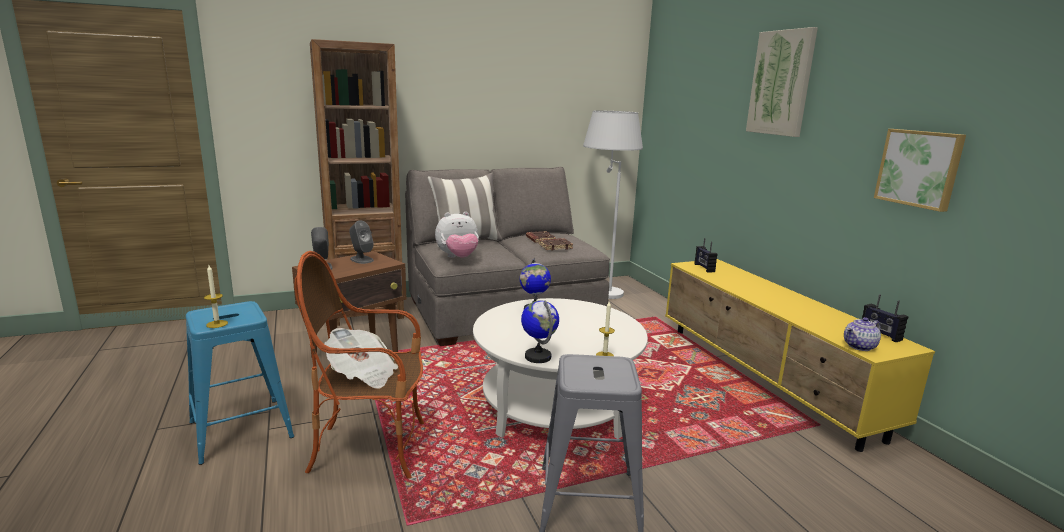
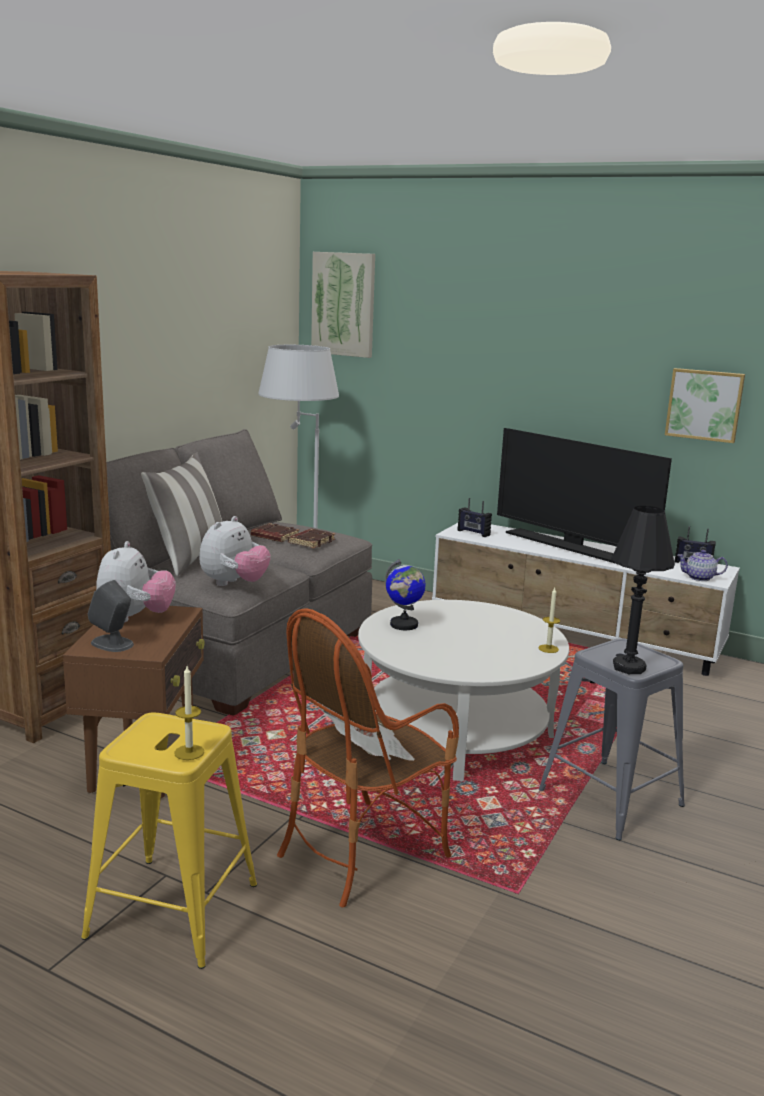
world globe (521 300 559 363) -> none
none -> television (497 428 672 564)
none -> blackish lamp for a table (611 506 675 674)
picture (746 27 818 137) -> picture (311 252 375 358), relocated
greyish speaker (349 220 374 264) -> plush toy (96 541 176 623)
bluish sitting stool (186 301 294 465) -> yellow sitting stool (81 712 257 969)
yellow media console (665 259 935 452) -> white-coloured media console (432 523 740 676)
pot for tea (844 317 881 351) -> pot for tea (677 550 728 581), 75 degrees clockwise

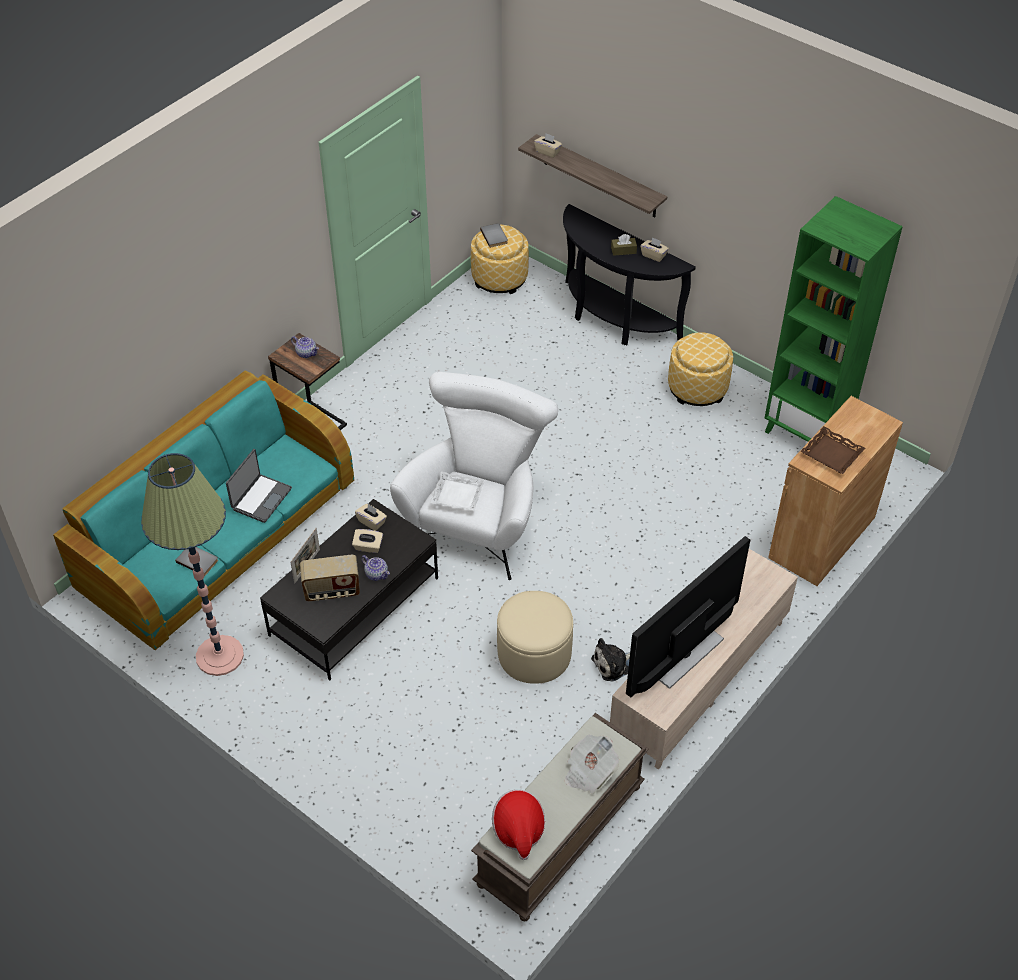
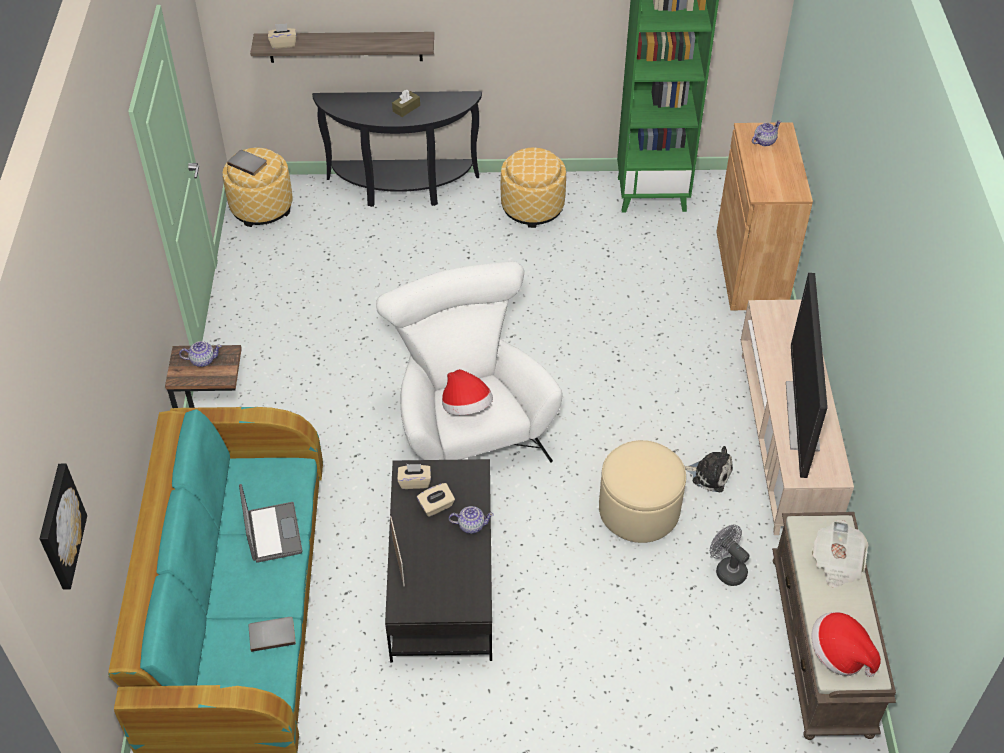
standing lamp (141 453 244 676) -> none
radio (300 555 360 601) -> none
beige-coloured box of tissues (641 237 669 262) -> none
brown-coloured carrying tray (801 426 866 474) -> none
none -> picture (40 464 87 589)
none -> greyish fan (710 525 749 586)
none -> pot for tea (752 121 781 146)
white-coloured carrying tray (429 472 485 511) -> clothing hat (442 369 493 415)
plush toy (591 638 630 682) -> plush toy (684 446 733 492), 90 degrees counterclockwise

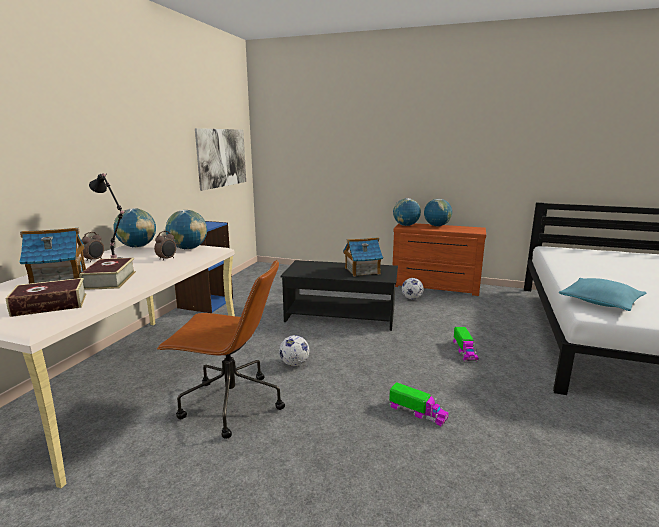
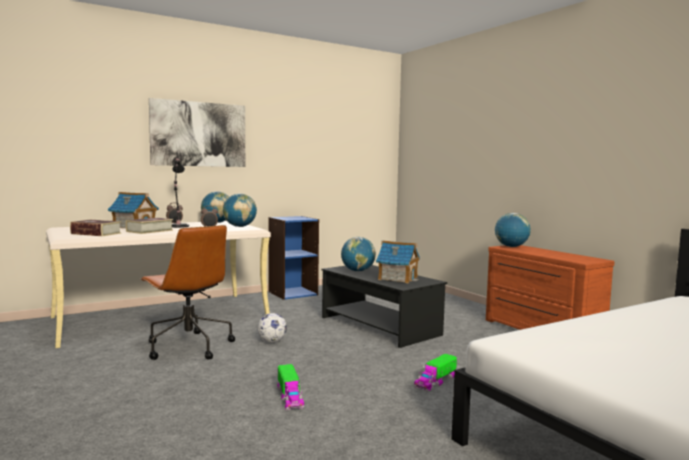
ball for football (402 278 424 299) -> none
blue-green throw pillow (559 278 647 311) -> none
picture (195 128 246 191) -> picture (149 98 245 167), relocated
world globe (424 199 452 226) -> world globe (341 237 376 272), relocated

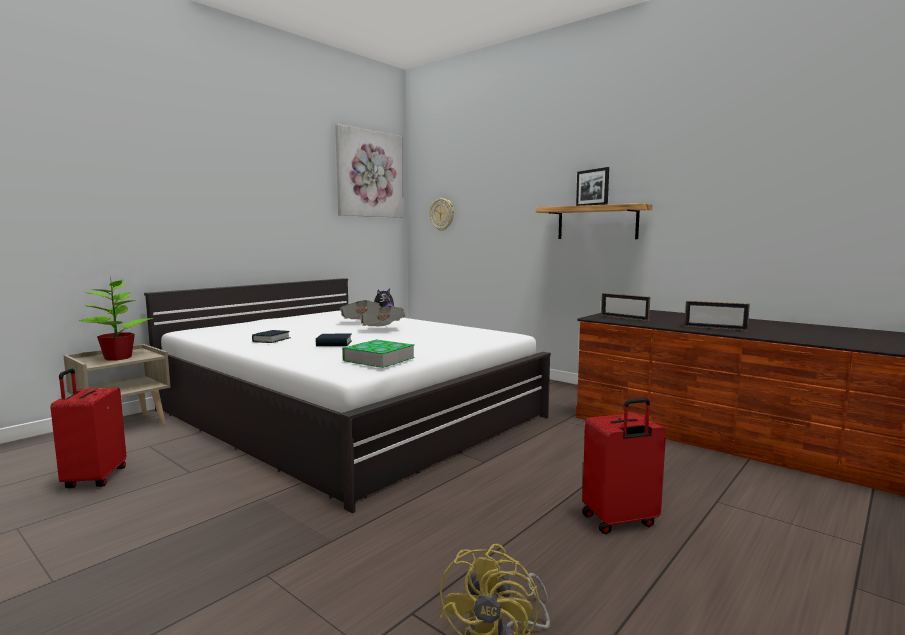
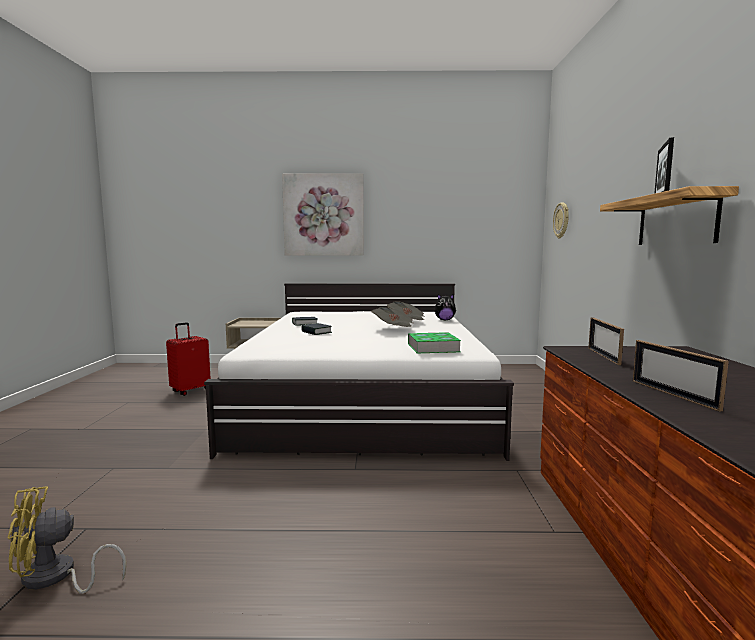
plant in a pot (79 276 154 361) -> none
red piece of luggage (582 398 666 534) -> none
picture (335 124 404 218) -> picture (282 173 364 256), relocated
bound book (342 339 415 368) -> bound book (408 332 461 353), relocated

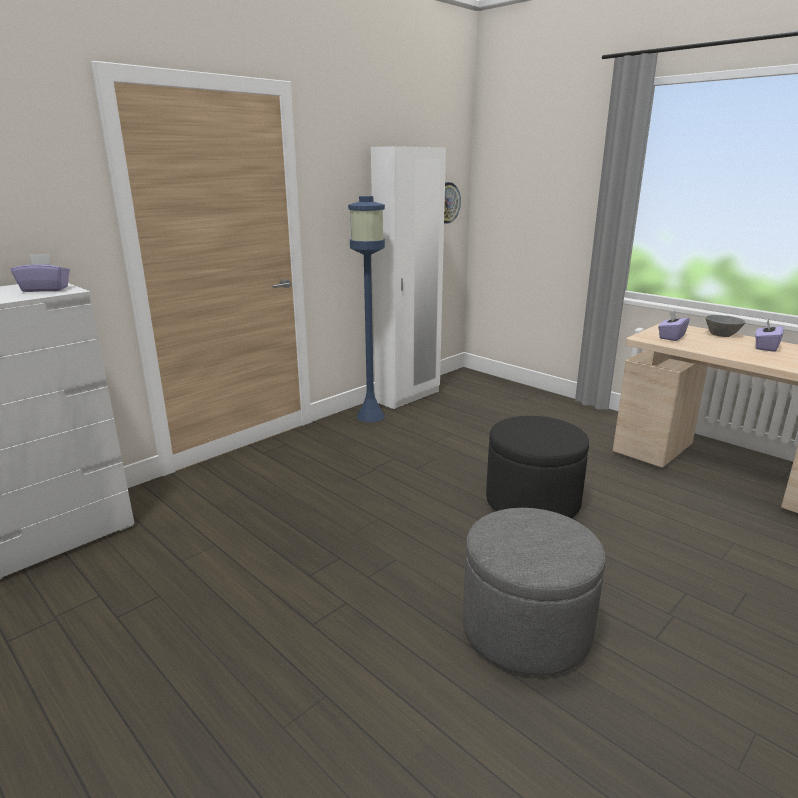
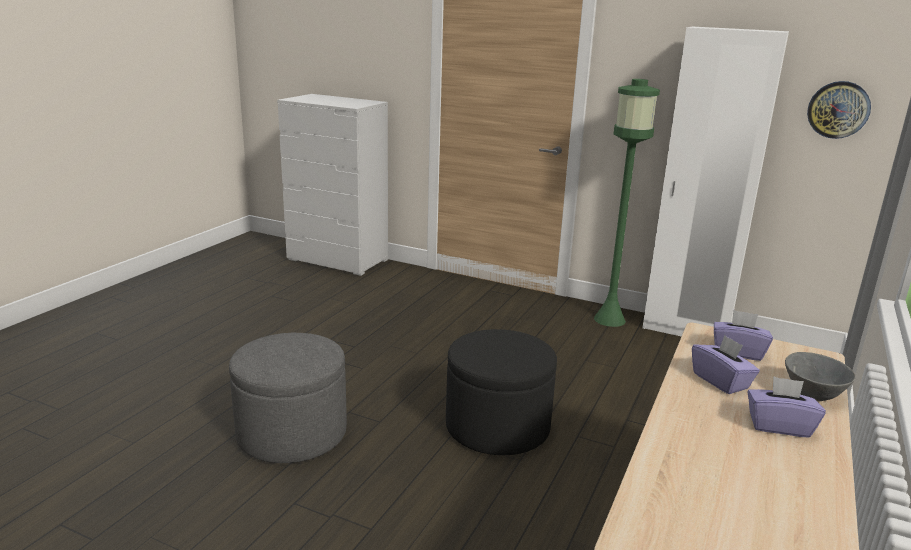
purple box of tissues (11 254 70 292) -> purple box of tissues (692 335 760 394), relocated
bluish standing lamp (348 196 385 422) -> green-coloured standing lamp (594 79 660 327)

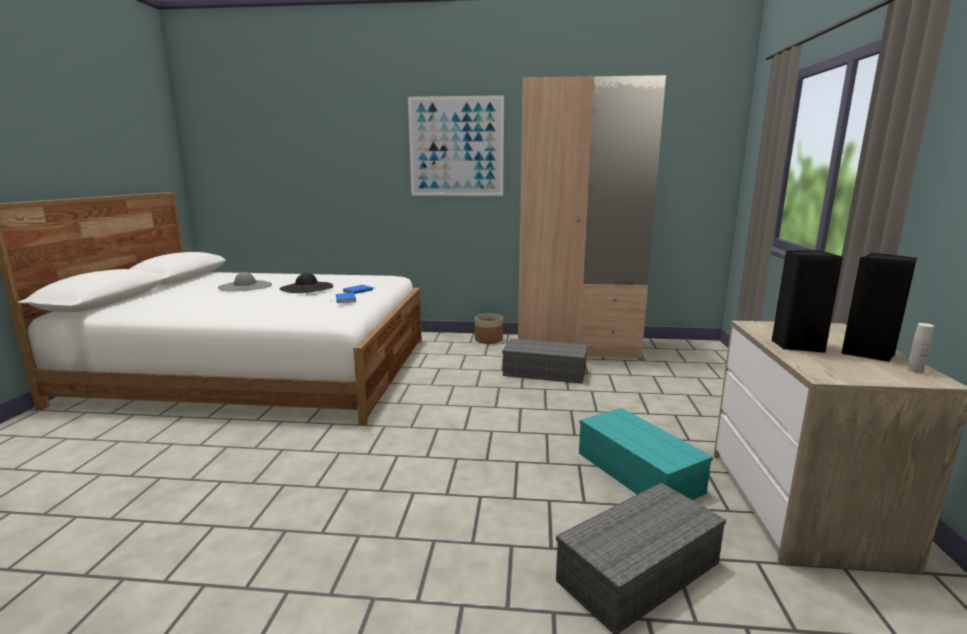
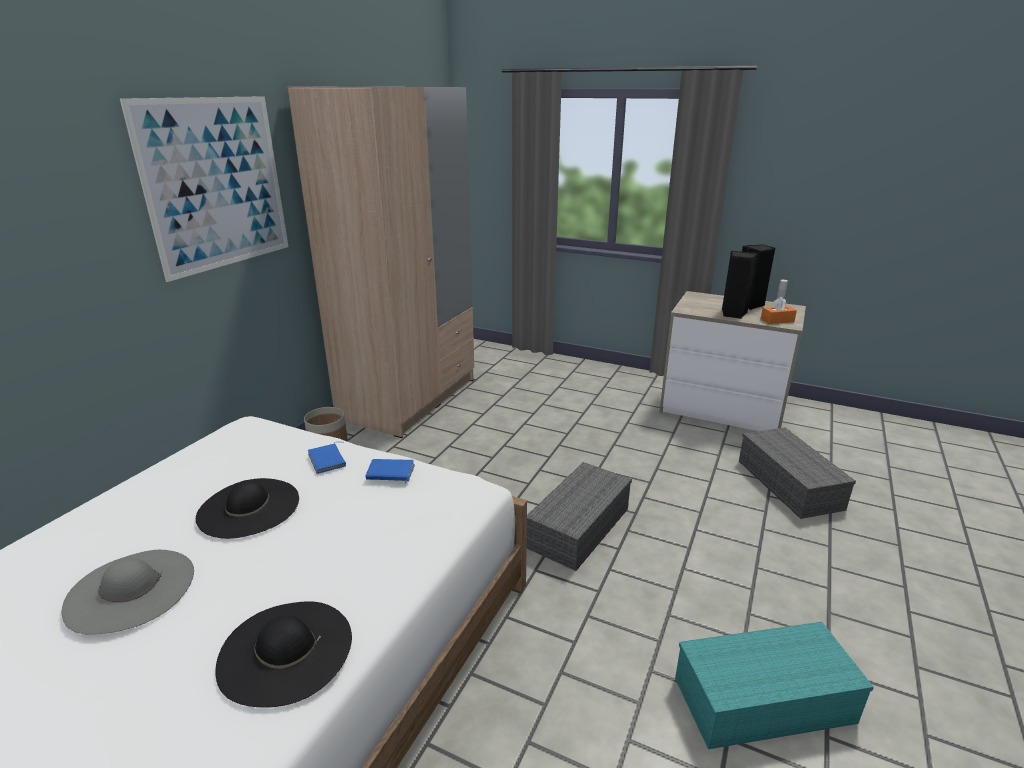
none -> blackish clothing hat (215 601 352 707)
none -> orange box of tissues (761 297 797 324)
greyish storage bin (502 338 588 384) -> greyish storage bin (527 462 632 571), relocated
blue-green storage bin (579 408 713 500) -> blue-green storage bin (675 622 874 749), relocated

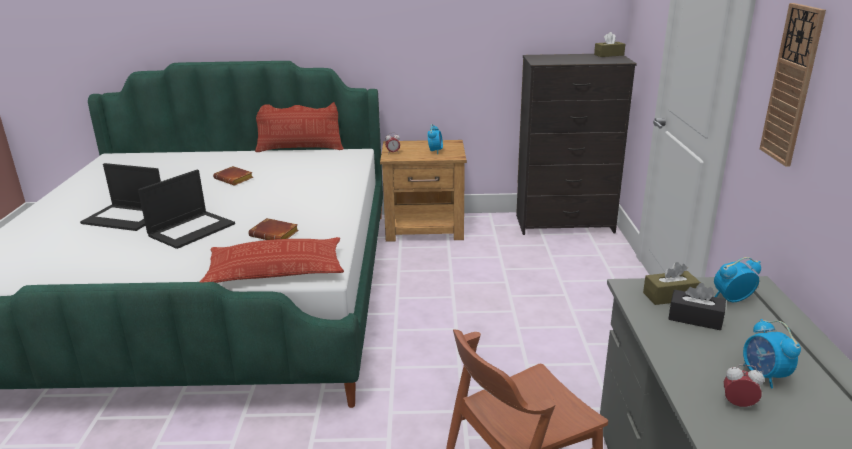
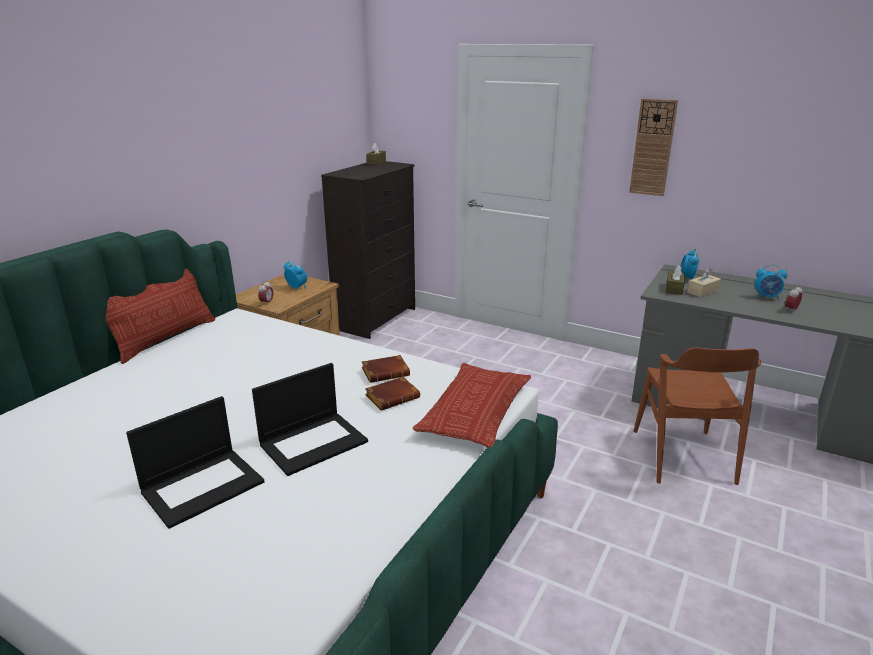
brown-coloured bound book (213 166 253 186) -> brown-coloured bound book (362 355 410 383), relocated
blackish box of tissues (668 283 726 330) -> beige-coloured box of tissues (687 268 721 297)
laptop (138 170 235 249) -> laptop (252 363 368 476), 75 degrees clockwise

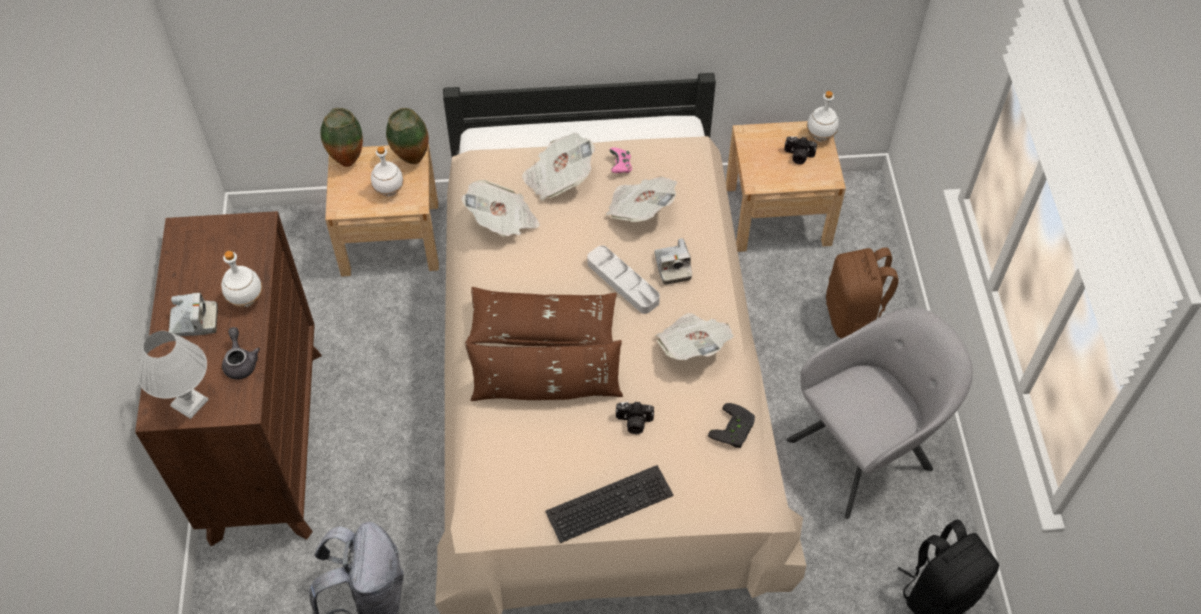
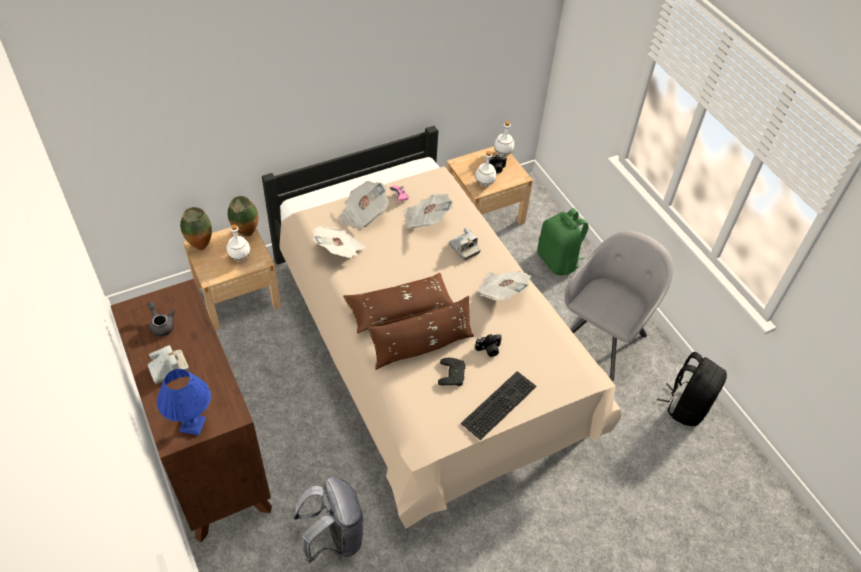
greyish carrying tray (587 245 660 314) -> none
white-coloured bottle (221 251 263 307) -> white-coloured bottle (475 151 496 187), relocated
greyish pot for tea (222 327 260 380) -> greyish pot for tea (147 302 175 336), relocated
blackish joypad (708 403 755 448) -> blackish joypad (438 358 465 386), relocated
white-coloured lamp for a table (137 331 209 419) -> bluish lamp for a table (157 369 211 435)
brown-coloured rucksack (826 247 899 339) -> green-coloured rucksack (537 208 589 276)

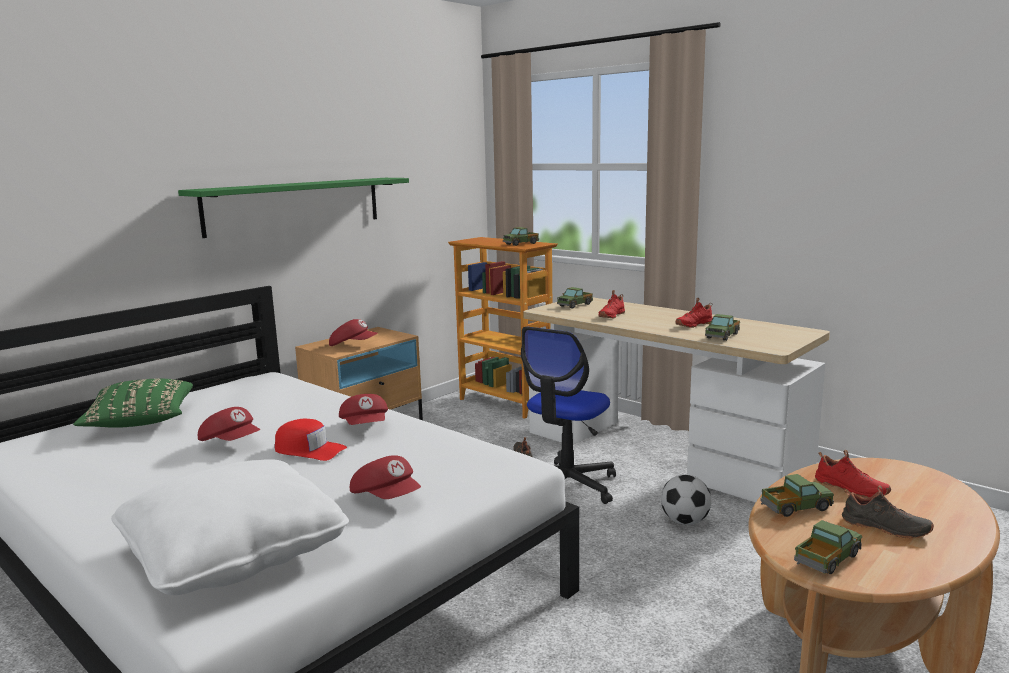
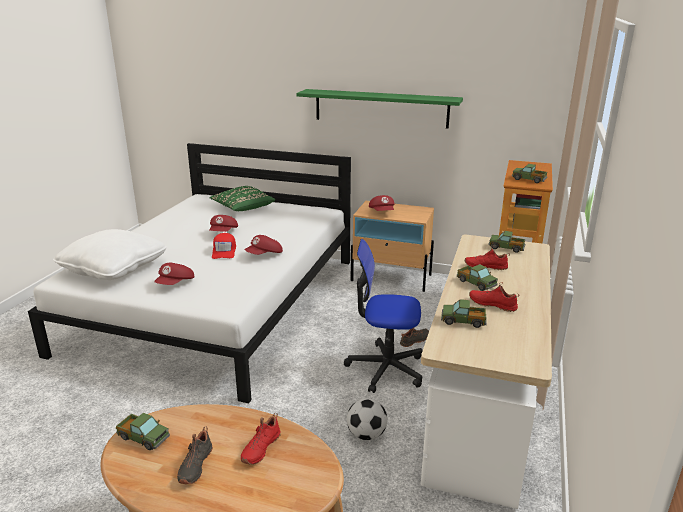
toy truck (760 474 834 517) -> toy truck (457 264 498 291), relocated

